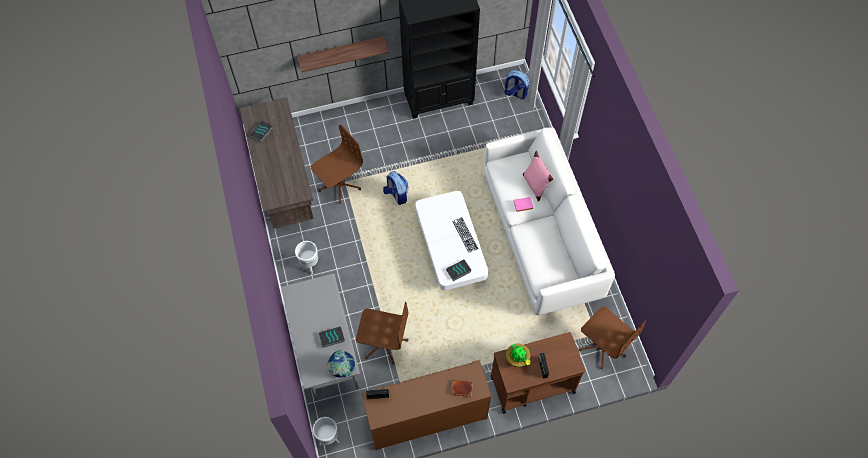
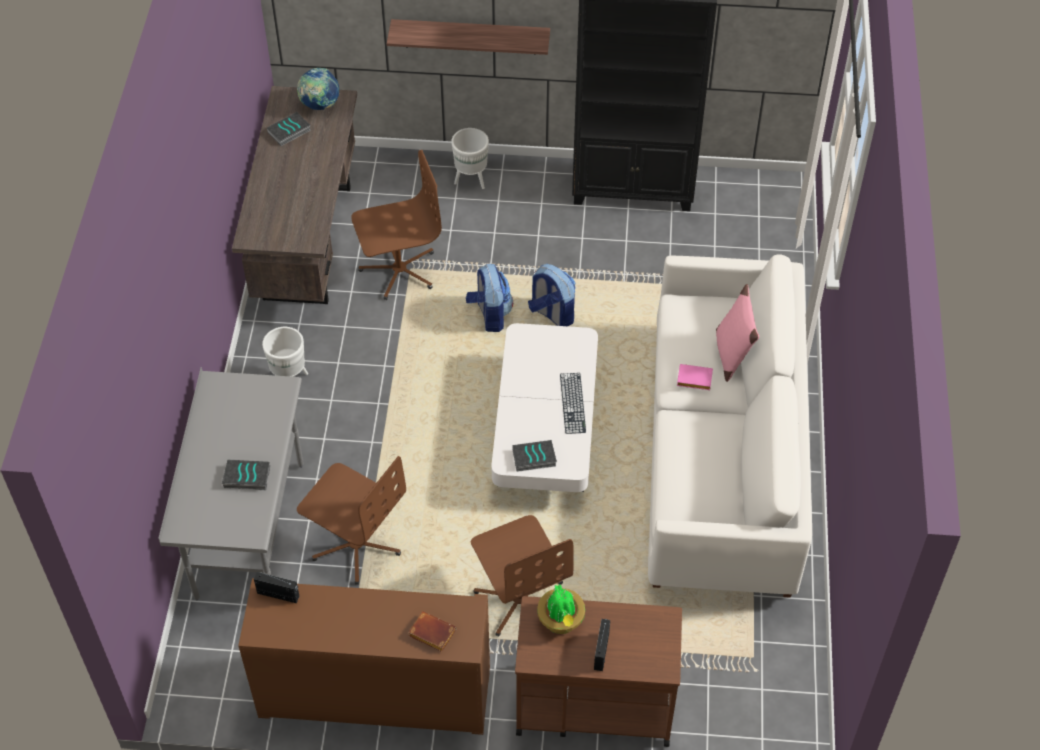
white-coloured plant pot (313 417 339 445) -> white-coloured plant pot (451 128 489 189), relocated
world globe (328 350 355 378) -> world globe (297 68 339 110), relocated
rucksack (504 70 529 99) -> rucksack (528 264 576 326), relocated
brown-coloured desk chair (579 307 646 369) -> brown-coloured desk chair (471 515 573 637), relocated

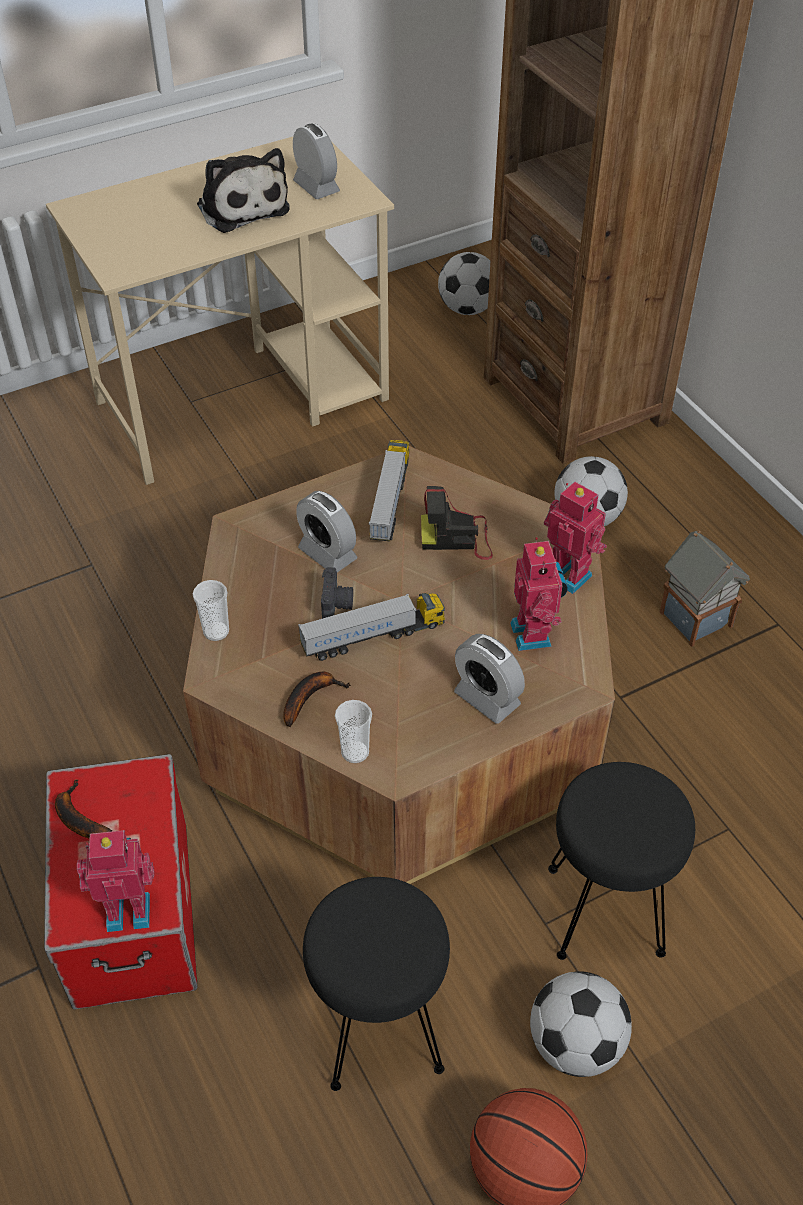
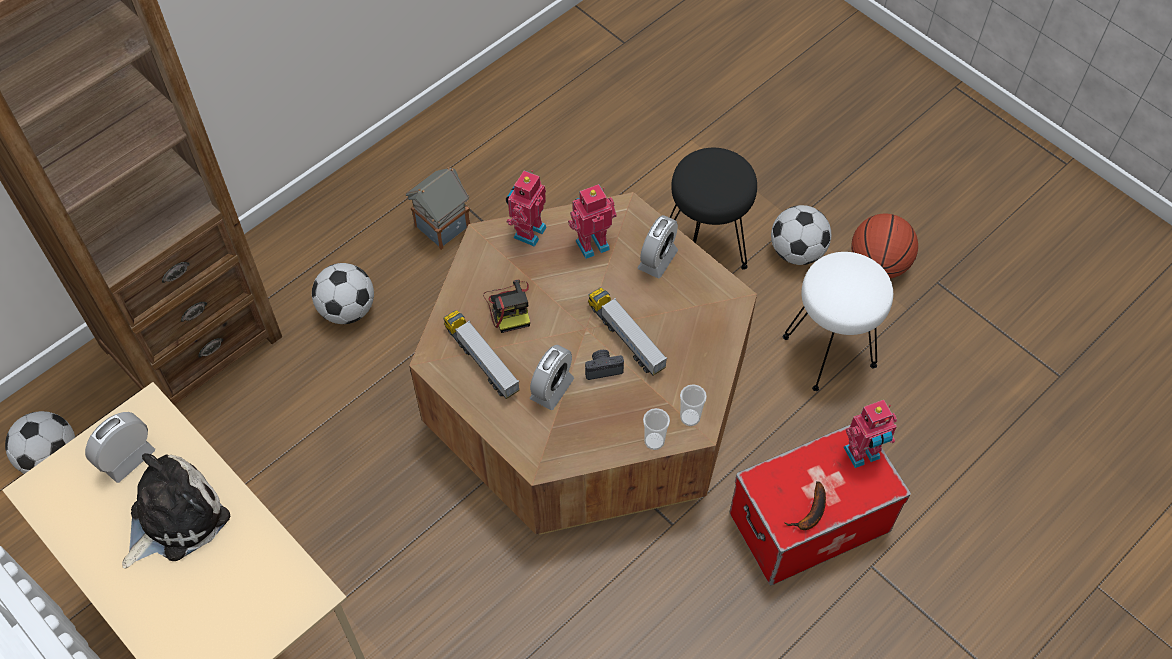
banana (283 672 351 727) -> none
drinking cup (335 700 372 763) -> drinking cup (680 384 707 426), relocated
blackish sitting stool (303 877 450 1091) -> white-coloured sitting stool (783 252 893 391)
toy robot (77 830 154 932) -> toy robot (843 400 897 468), 90 degrees counterclockwise
toy truck (369 440 409 541) -> toy truck (444 310 520 399), 60 degrees clockwise

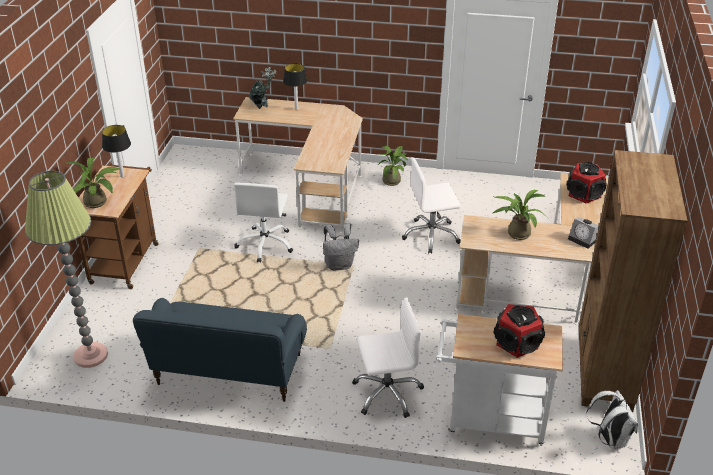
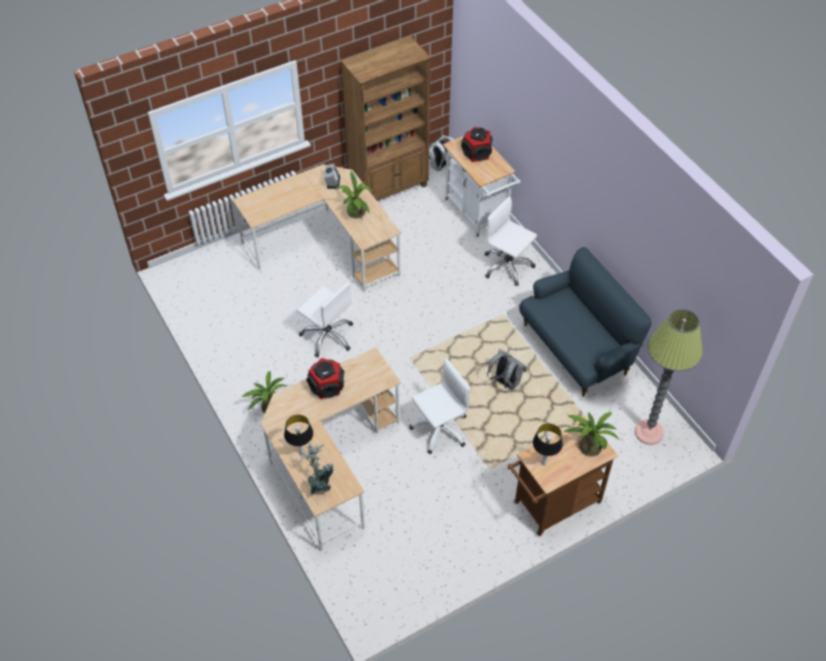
greyish rucksack (323 223 359 270) -> greyish rucksack (487 349 526 390), relocated
speaker (567 162 607 203) -> speaker (307 358 344 399), relocated

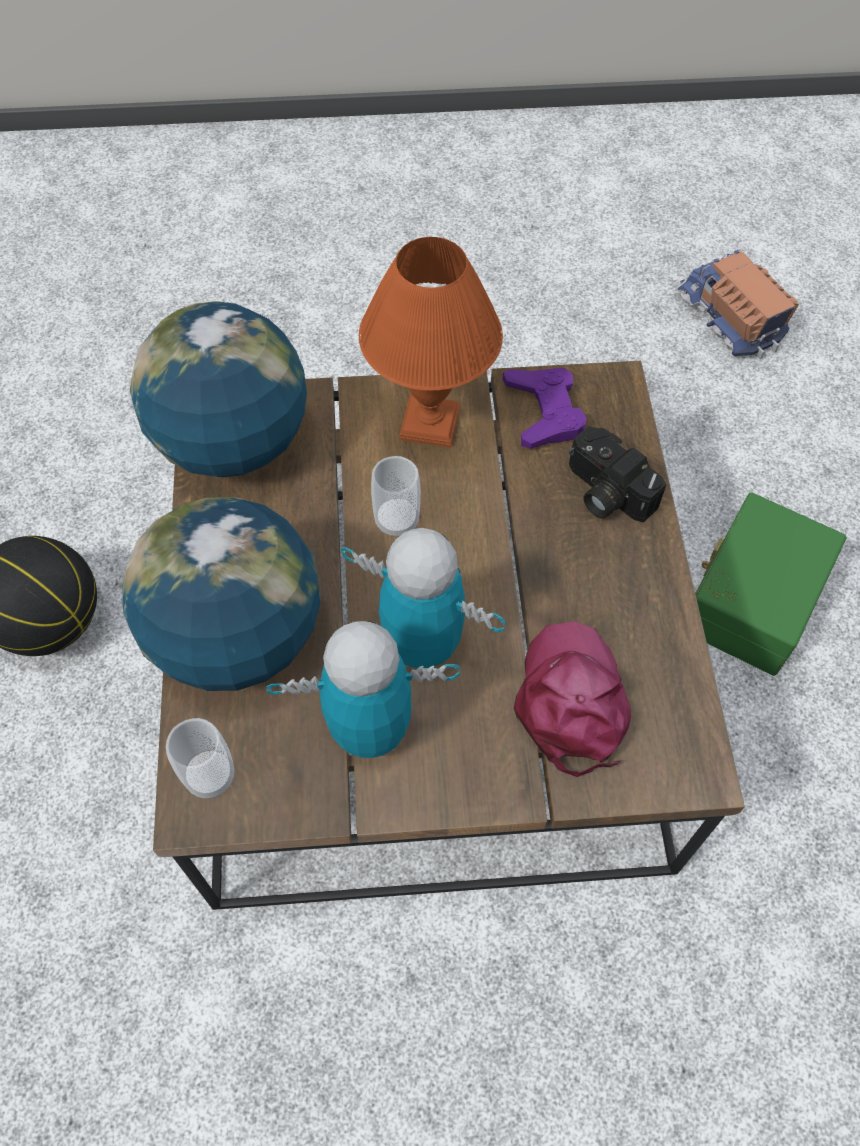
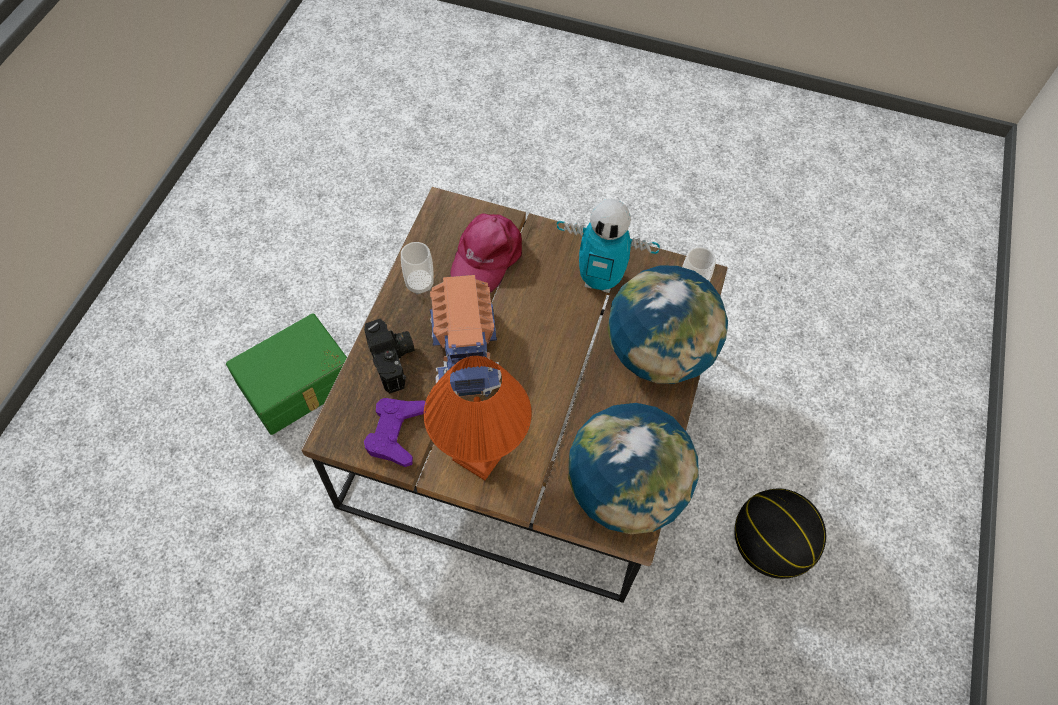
toy robot (341 528 505 669) -> none
drinking cup (371 456 421 537) -> drinking cup (401 242 434 294), relocated
toy truck (675 250 799 359) -> toy truck (430 275 501 397), relocated

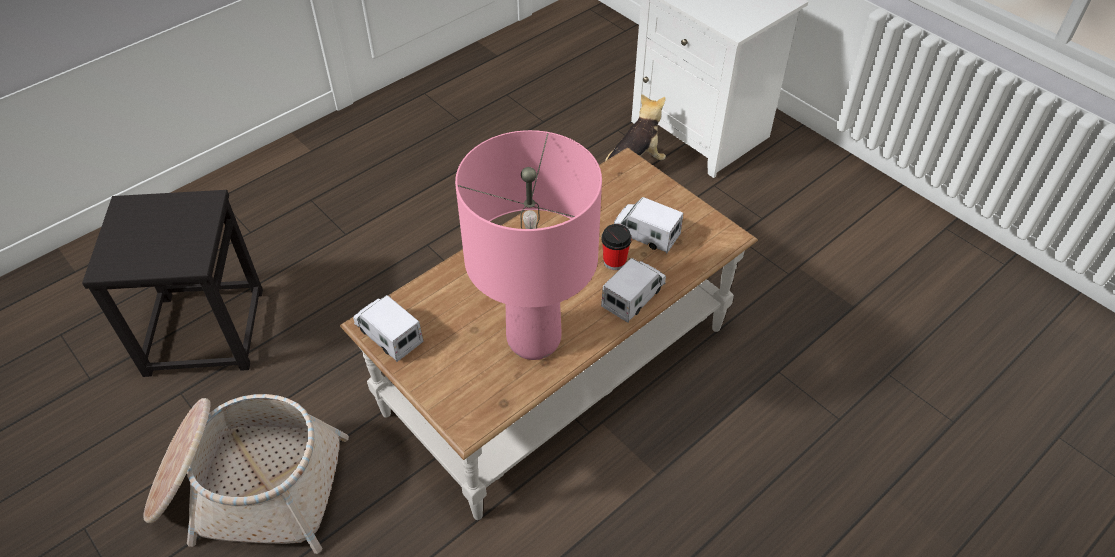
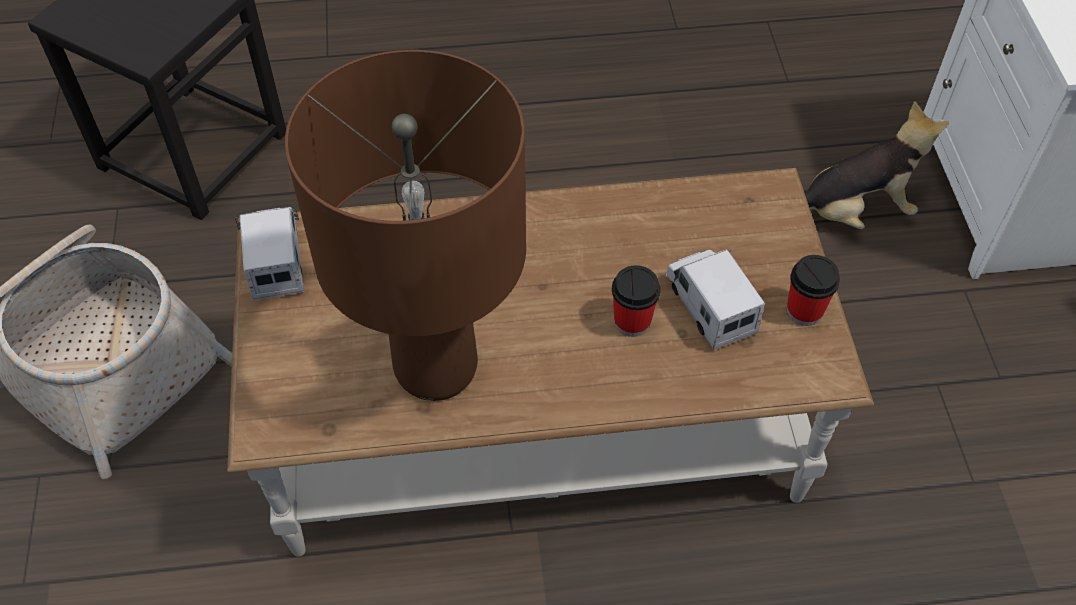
toy truck (601 258 666 323) -> none
none -> drinking cup (787 255 840 326)
pinkish lamp for a table (455 130 602 360) -> brown-coloured lamp for a table (285 50 526 401)

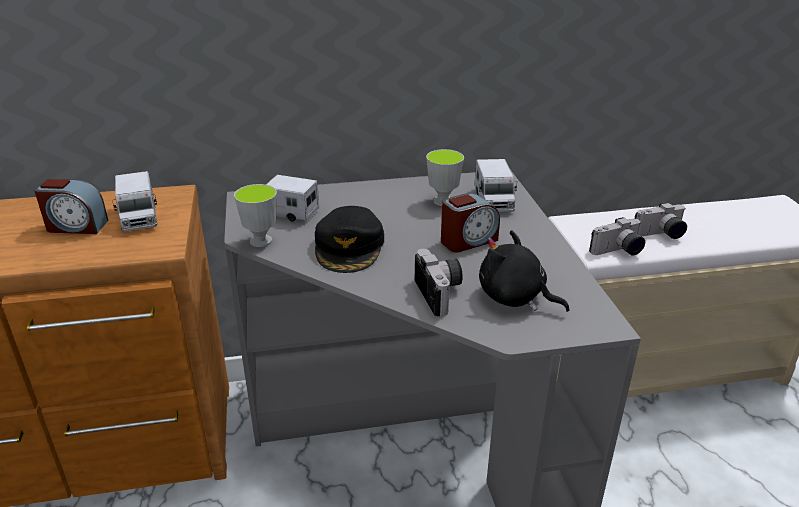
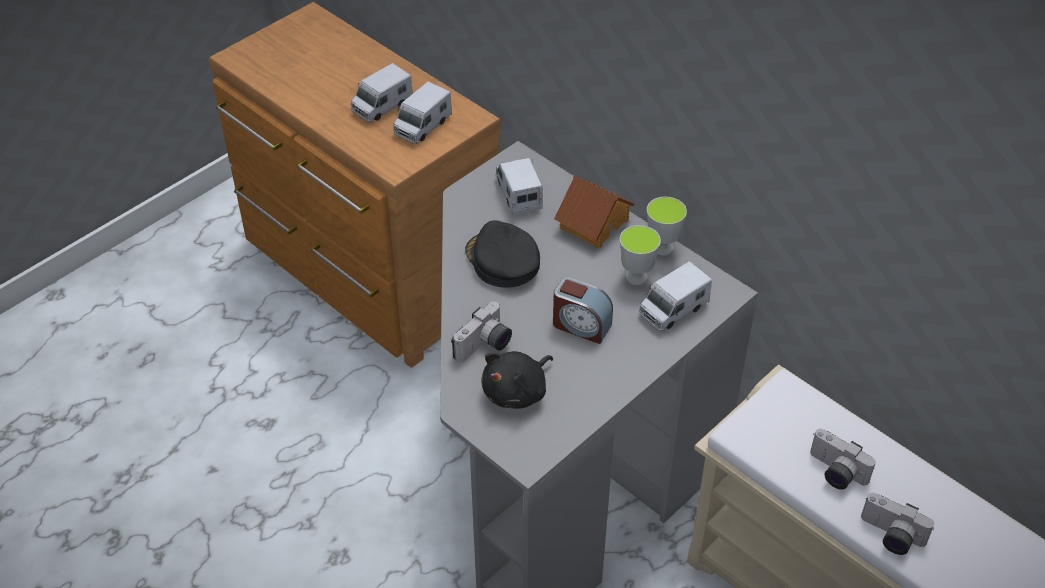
none -> miniature house (554 176 634 248)
drinking cup (234 184 277 247) -> drinking cup (647 197 687 256), relocated
photo camera (589 217 645 255) -> photo camera (861 493 934 555), relocated
bedside clock (34 178 108 234) -> toy truck (351 63 413 122)
blackish cap (315 206 384 273) -> blackish cap (465 220 540 288), 90 degrees clockwise
blackish plush toy (479 230 569 312) -> blackish plush toy (482 351 553 409), 135 degrees counterclockwise

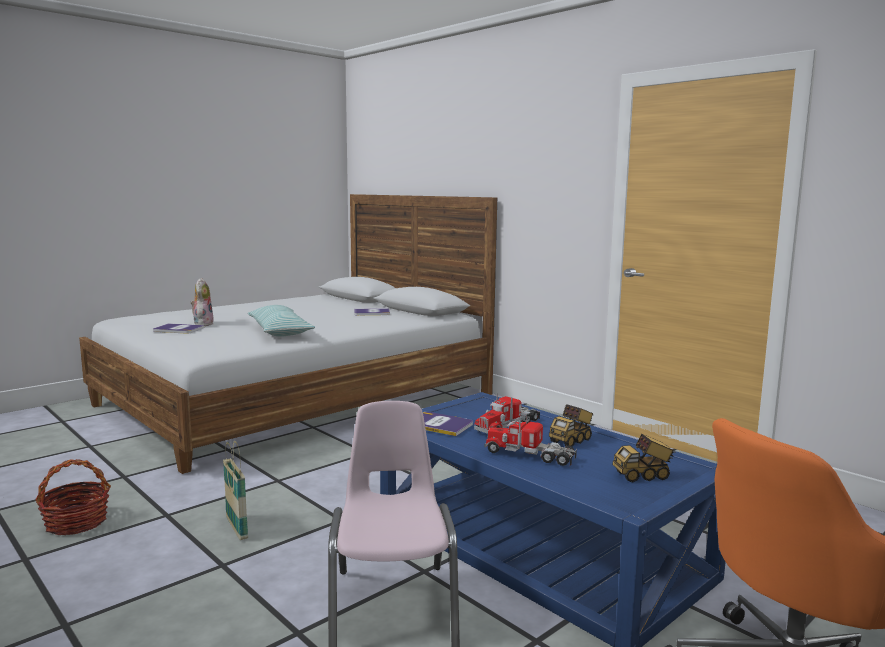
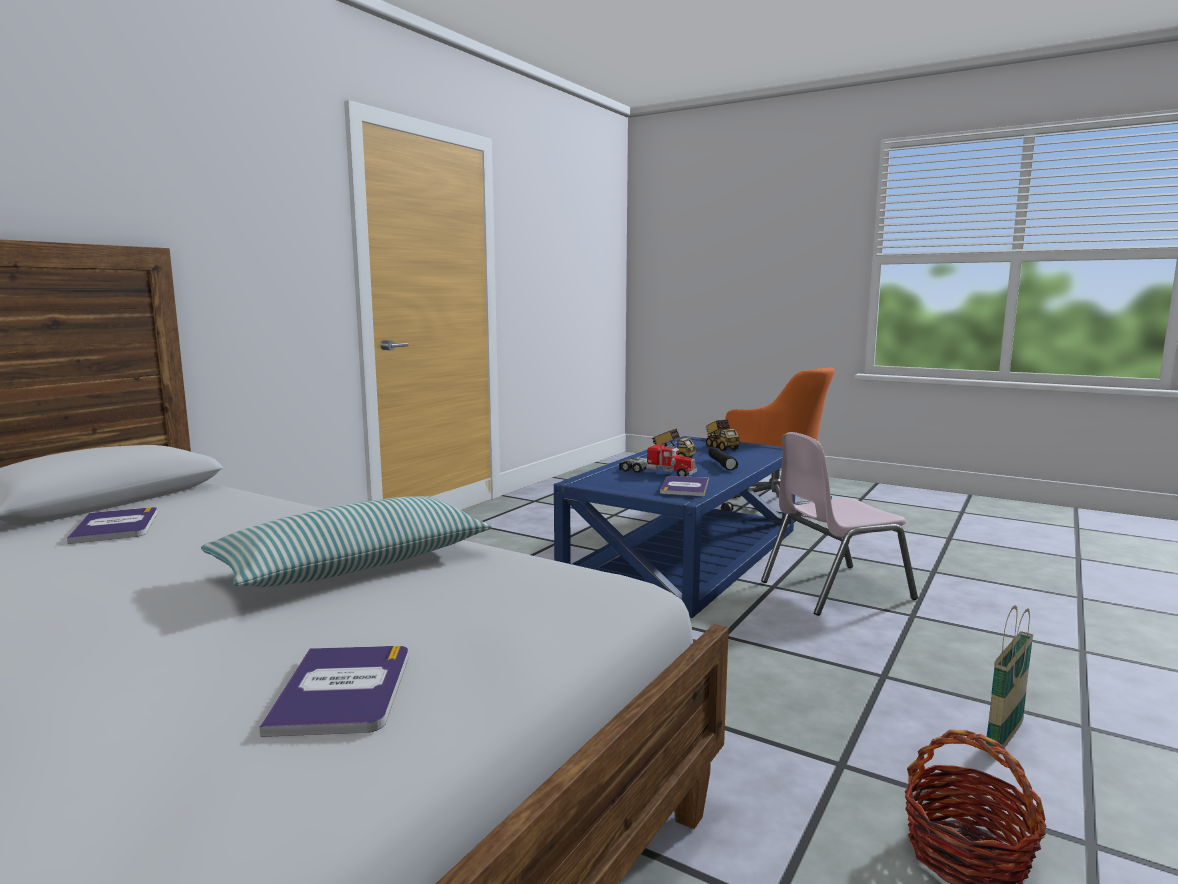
plush toy (190 278 213 326) -> none
household basket (223 441 248 540) -> household basket (985 605 1033 756), relocated
toy truck (484 414 577 466) -> blackish torch (708 447 738 470)

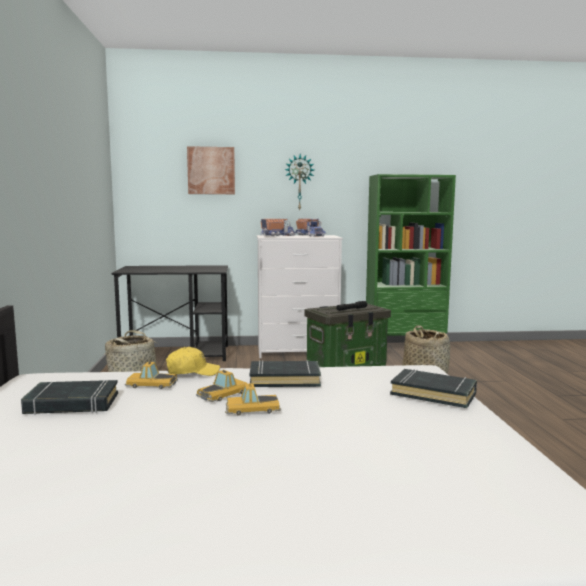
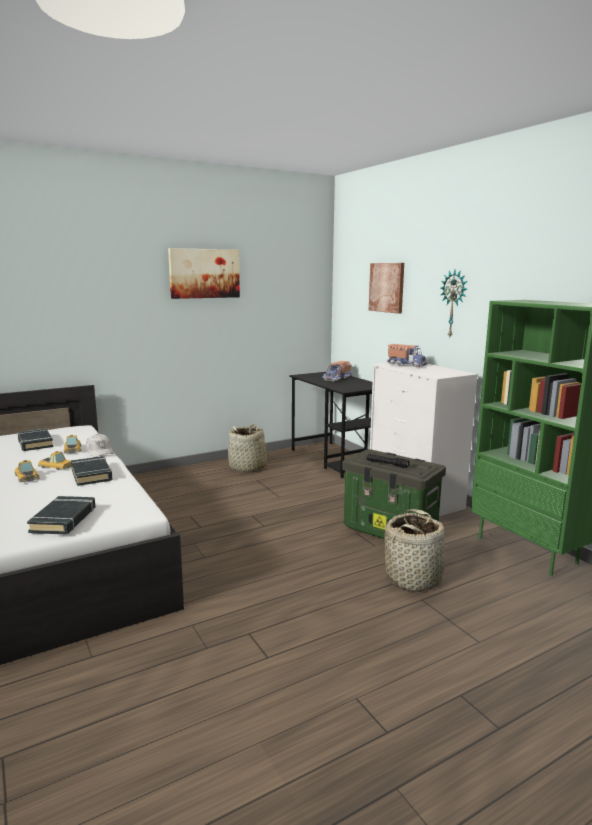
none -> picture (168 248 240 299)
toy truck (295 218 326 237) -> toy truck (323 361 352 381), relocated
yellow cap (166 347 220 376) -> white-coloured cap (86 434 114 457)

